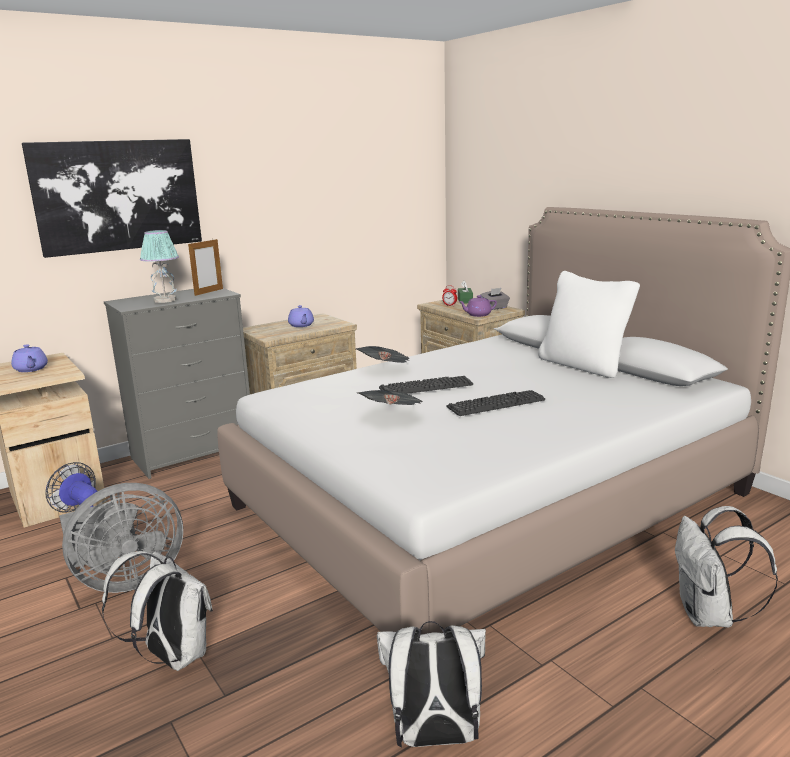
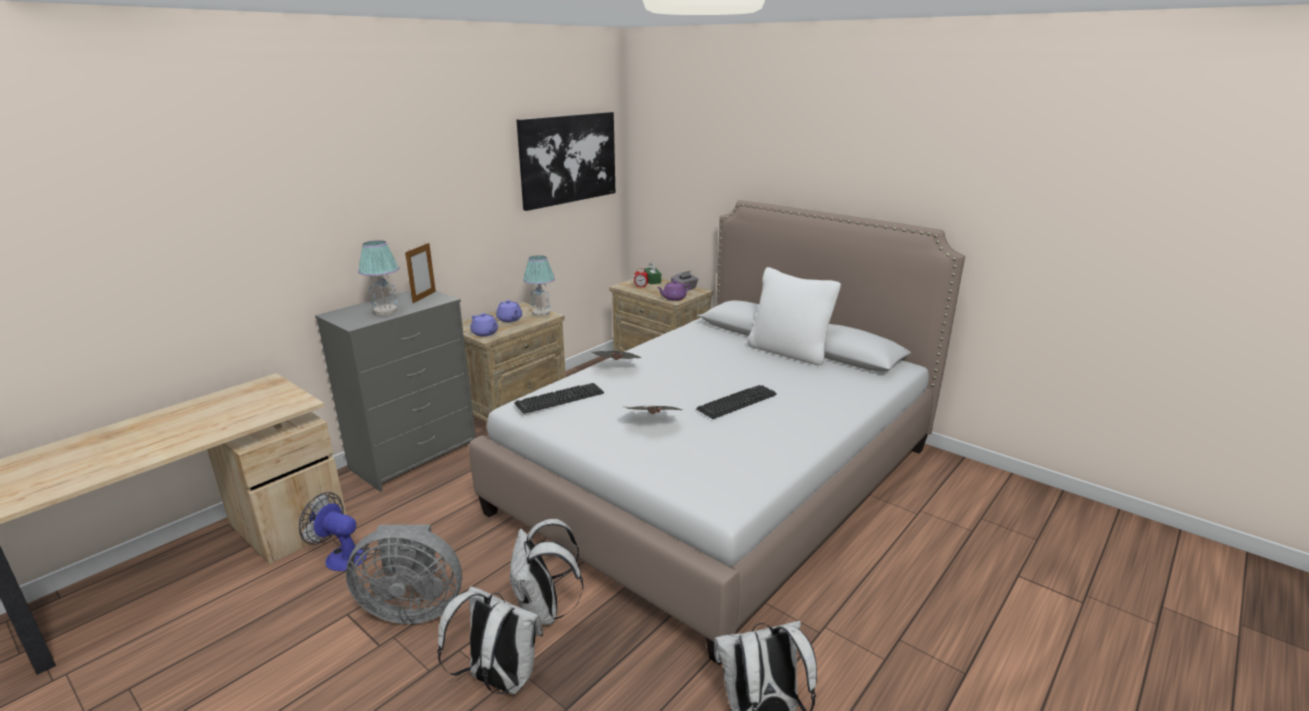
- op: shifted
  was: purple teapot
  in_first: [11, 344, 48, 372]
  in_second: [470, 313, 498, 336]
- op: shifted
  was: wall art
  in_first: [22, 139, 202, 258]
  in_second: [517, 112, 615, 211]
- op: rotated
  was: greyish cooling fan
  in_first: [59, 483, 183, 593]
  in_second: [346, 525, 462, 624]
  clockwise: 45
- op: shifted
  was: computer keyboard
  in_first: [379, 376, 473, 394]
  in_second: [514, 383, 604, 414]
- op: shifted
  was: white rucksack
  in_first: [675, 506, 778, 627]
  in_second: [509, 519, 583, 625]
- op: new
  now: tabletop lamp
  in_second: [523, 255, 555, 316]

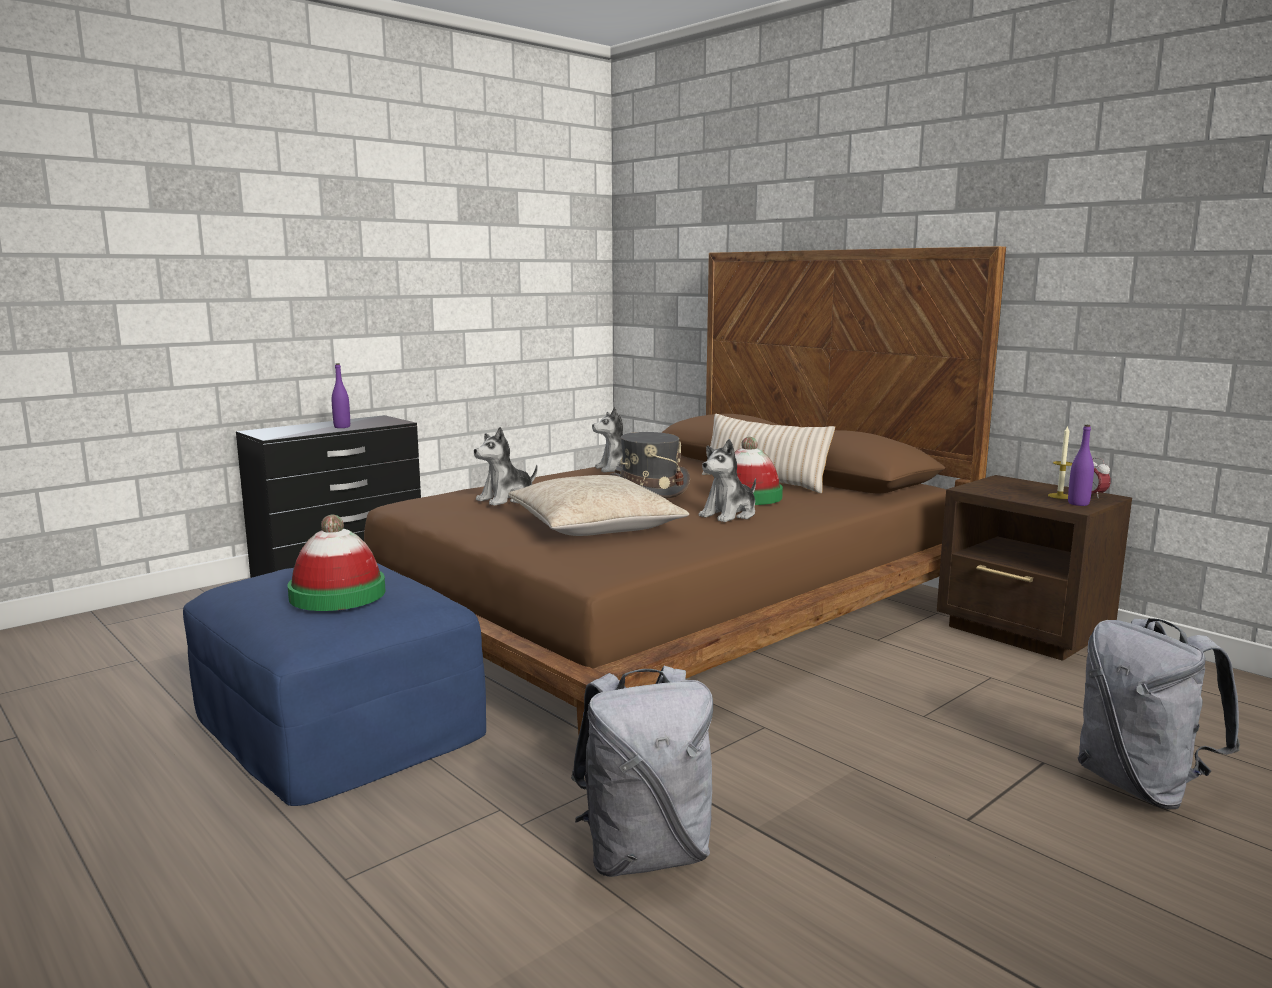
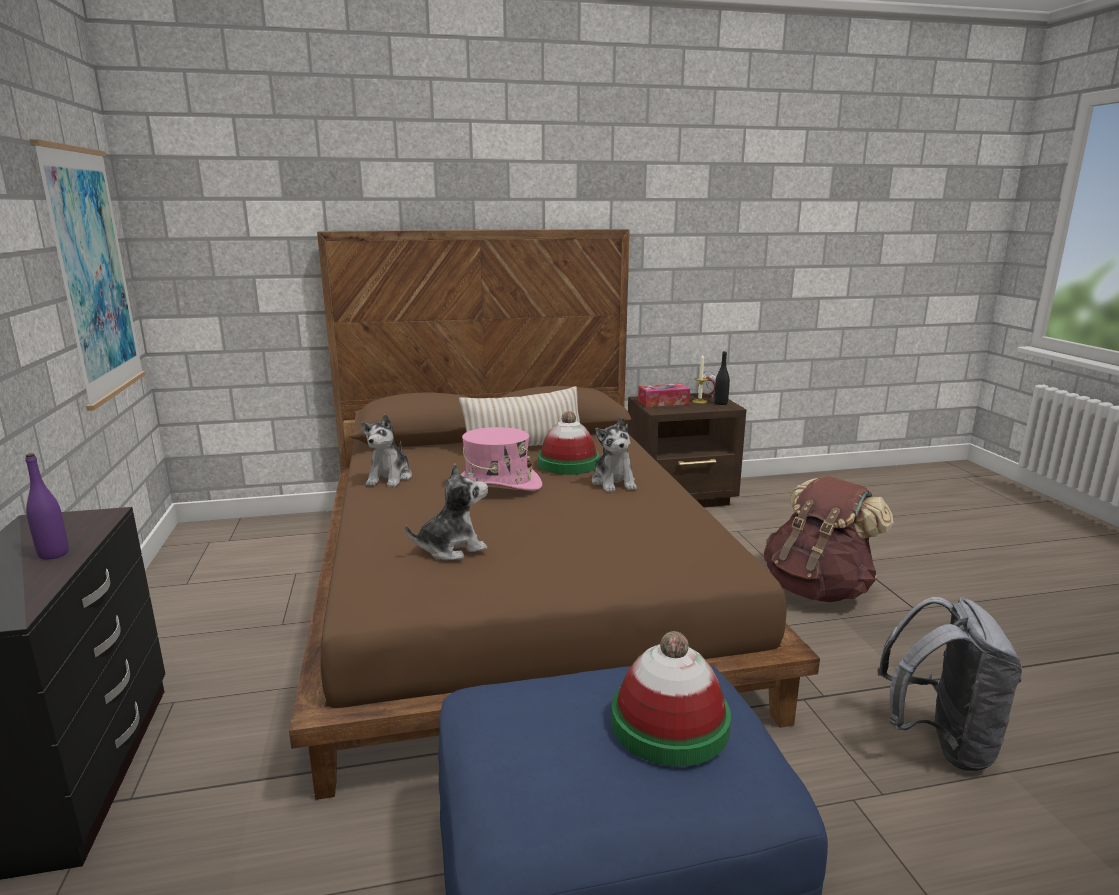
- op: rotated
  was: soft toy
  in_first: [474, 427, 538, 506]
  in_second: [405, 463, 488, 560]
  clockwise: -105
- op: gone
  was: beige-coloured throw pillow
  in_first: [508, 475, 689, 536]
- op: repainted
  was: greyish wearable hat
  now: pink-coloured wearable hat
  in_first: [610, 432, 690, 498]
  in_second: [461, 427, 542, 491]
- op: repainted
  was: purple drink bottle
  now: blackish drink bottle
  in_first: [1068, 425, 1094, 506]
  in_second: [714, 351, 730, 405]
- op: gone
  was: greyish rucksack
  in_first: [1078, 618, 1240, 809]
- op: new
  now: wall art
  in_second: [30, 139, 146, 411]
- op: new
  now: tissue holder
  in_second: [638, 384, 690, 407]
- op: new
  now: brown rucksack
  in_second: [764, 476, 894, 602]

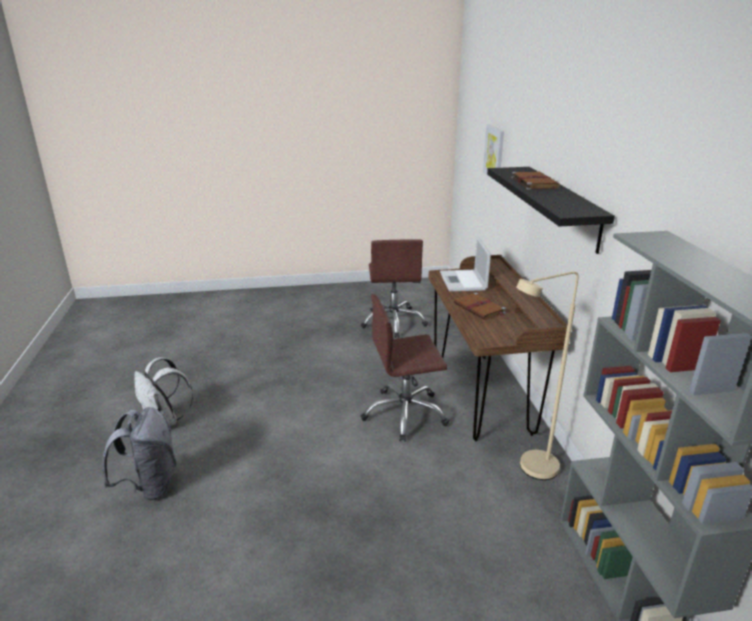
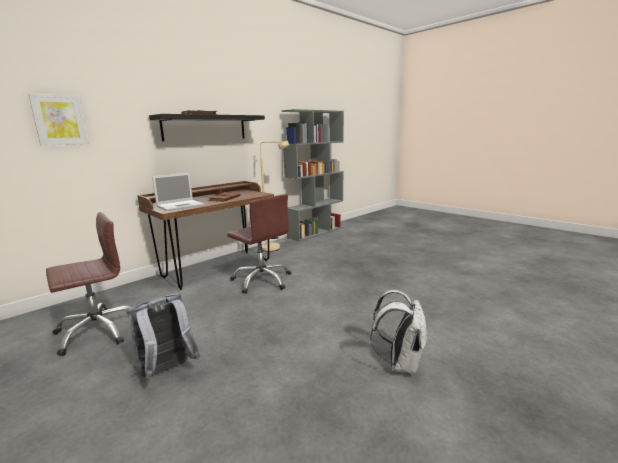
- op: shifted
  was: greyish rucksack
  in_first: [102, 407, 176, 501]
  in_second: [127, 293, 200, 379]

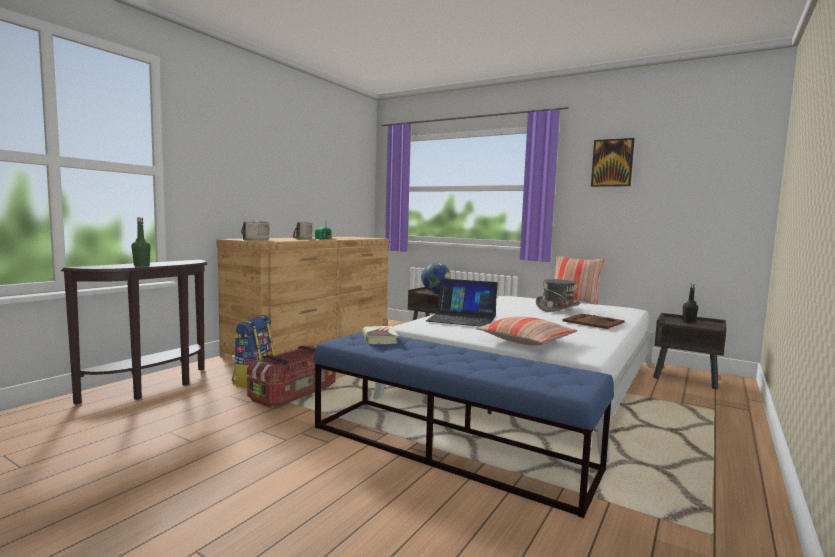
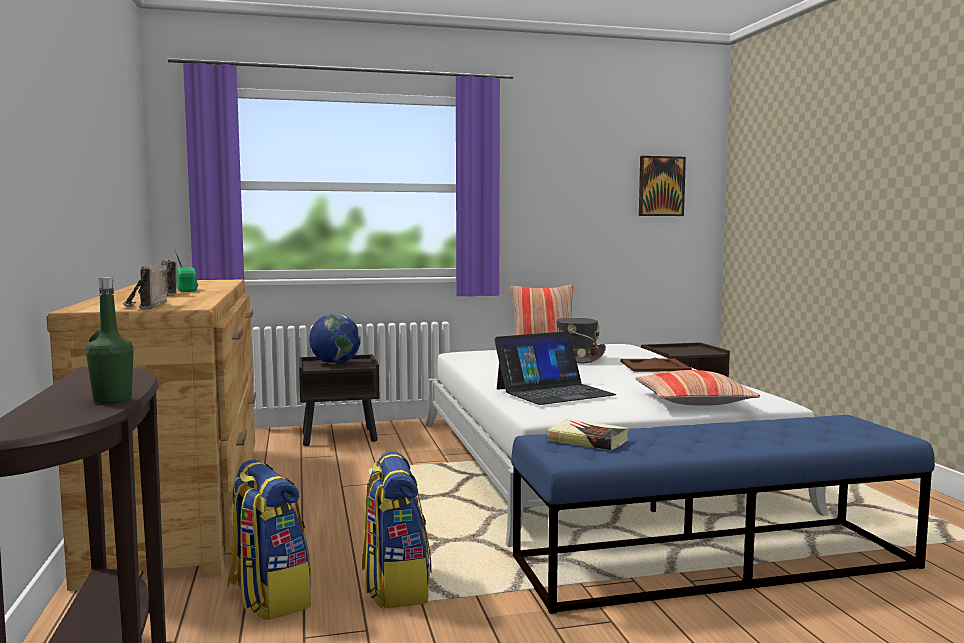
- op: swapped
  was: storage box
  now: rucksack
  in_first: [247, 346, 336, 407]
  in_second: [362, 451, 432, 608]
- op: shifted
  was: wall art
  in_first: [591, 138, 635, 187]
  in_second: [639, 156, 686, 216]
- op: gone
  was: blackish drink bottle
  in_first: [683, 284, 698, 324]

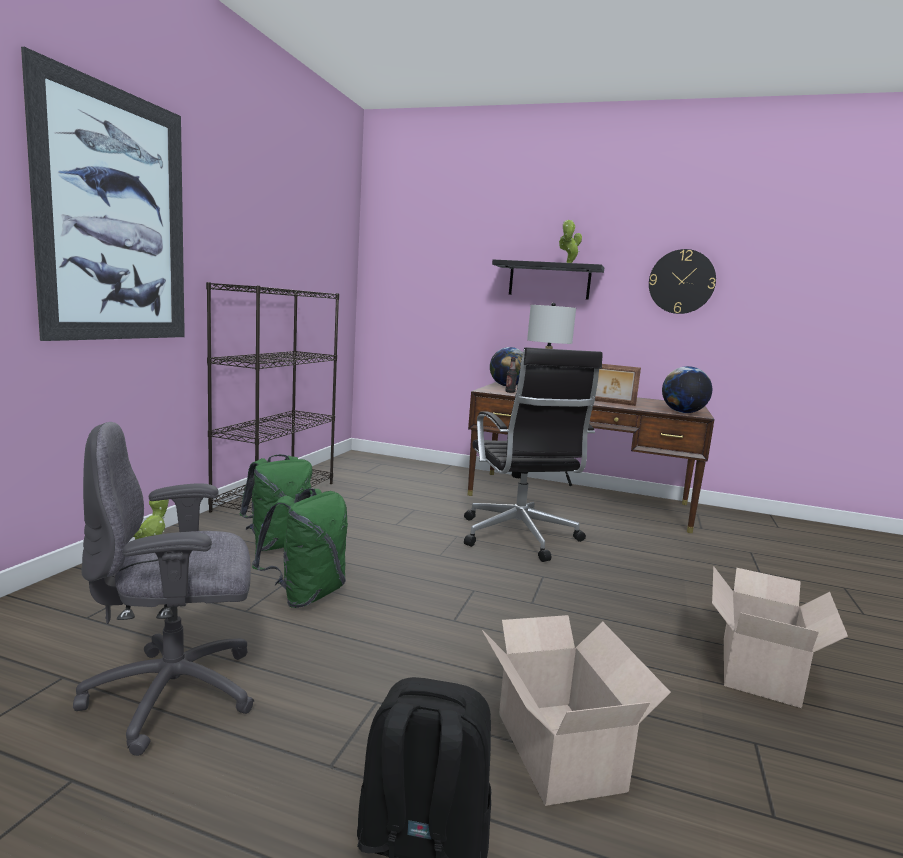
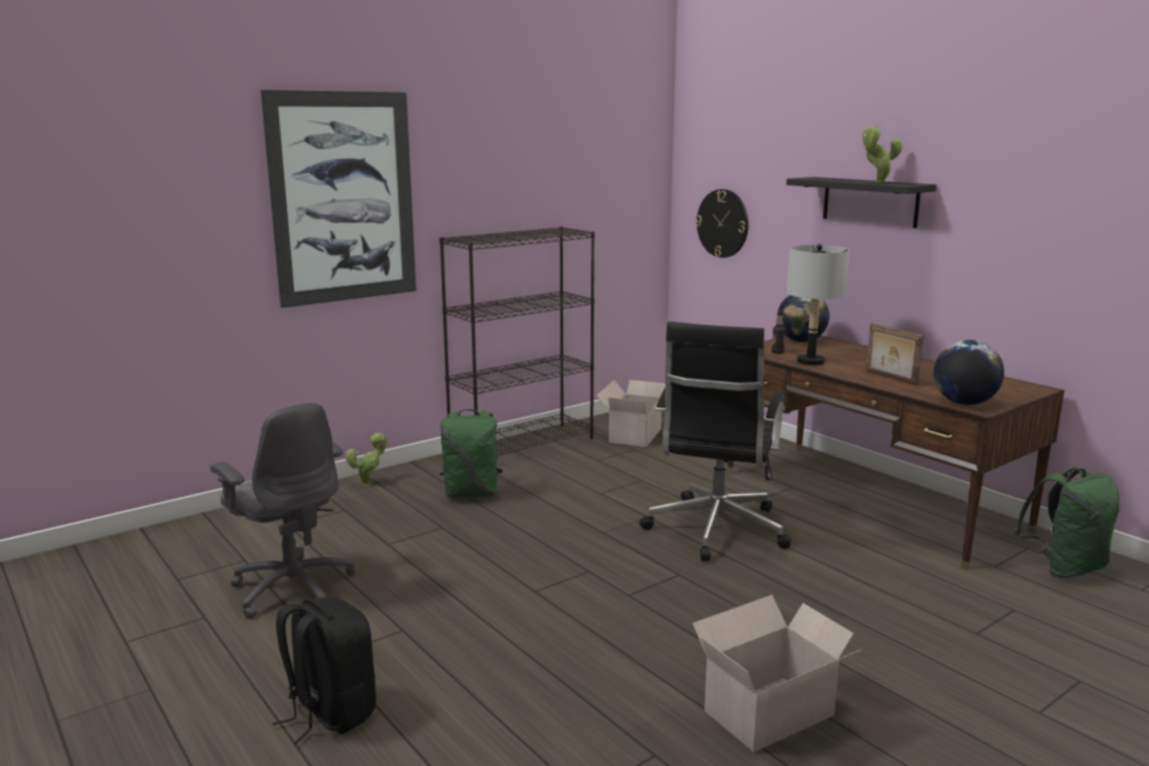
- op: rotated
  was: greyish computer chair
  in_first: [73, 422, 254, 756]
  in_second: [210, 402, 355, 619]
  clockwise: -150
- op: shifted
  was: green rucksack
  in_first: [252, 488, 348, 608]
  in_second: [1014, 467, 1120, 578]
- op: shifted
  was: cardboard box
  in_first: [482, 615, 671, 806]
  in_second: [596, 380, 664, 447]
- op: shifted
  was: wall clock
  in_first: [649, 249, 716, 314]
  in_second: [696, 189, 748, 258]

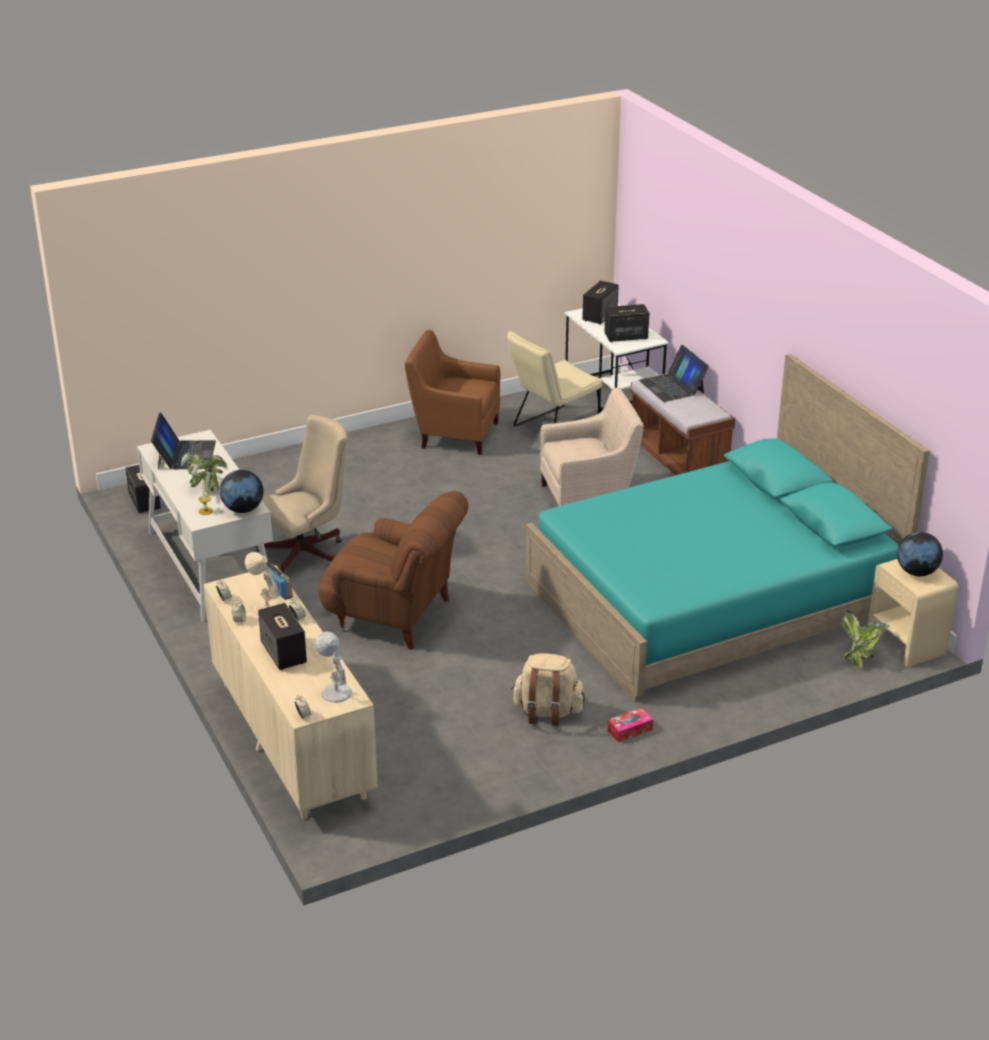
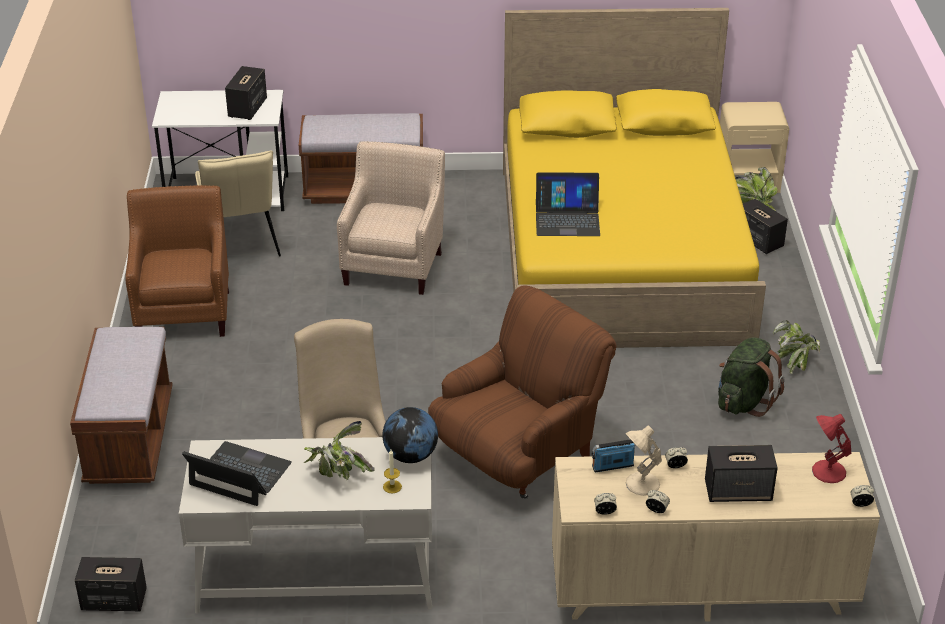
- op: repainted
  was: white tabletop lamp
  now: red tabletop lamp
  in_first: [315, 631, 352, 703]
  in_second: [812, 414, 851, 483]
- op: rotated
  was: brown lounge chair
  in_first: [405, 330, 500, 455]
  in_second: [125, 185, 229, 337]
  clockwise: 135
- op: repainted
  was: beige-coloured rucksack
  now: green rucksack
  in_first: [511, 653, 585, 726]
  in_second: [718, 337, 784, 417]
- op: repainted
  was: turquoise-coloured bedroom bed
  now: yellowish bedroom bed
  in_first: [525, 354, 929, 702]
  in_second: [503, 8, 766, 348]
- op: shifted
  was: audio speaker
  in_first: [582, 281, 619, 324]
  in_second: [743, 199, 788, 254]
- op: swapped
  was: tissue holder
  now: potted plant
  in_first: [607, 708, 653, 743]
  in_second: [774, 320, 820, 374]
- op: shifted
  was: laptop
  in_first: [639, 345, 709, 402]
  in_second: [536, 172, 600, 236]
- op: gone
  was: world globe
  in_first: [897, 532, 943, 576]
- op: new
  now: brown indoor bench
  in_second: [70, 327, 173, 484]

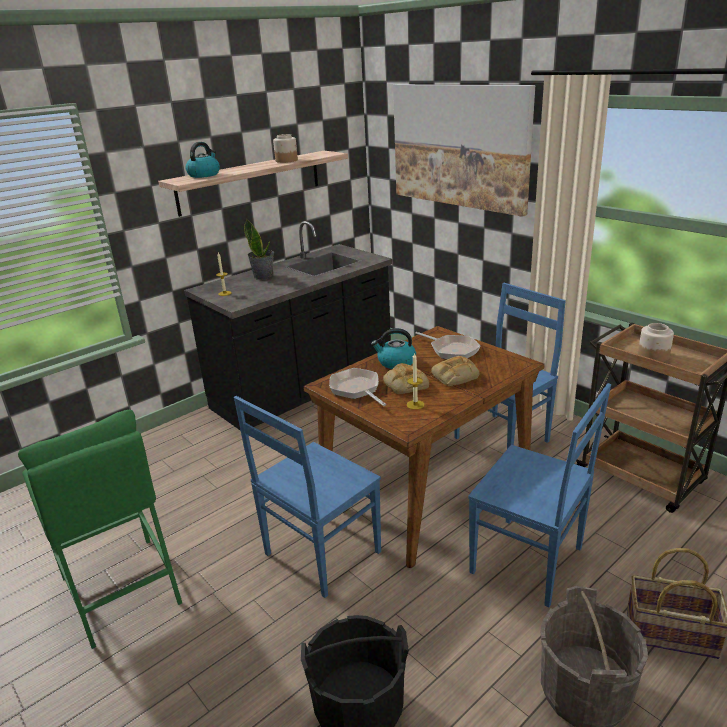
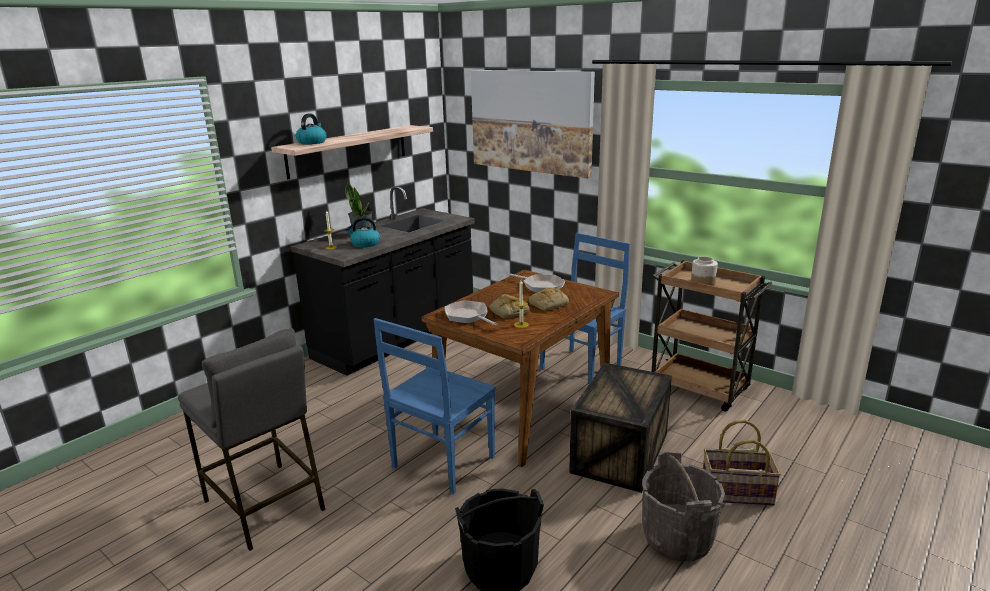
- op: repainted
  was: green stool seat
  now: greyish stool seat
  in_first: [18, 410, 182, 649]
  in_second: [178, 328, 326, 551]
- op: gone
  was: jar
  in_first: [273, 134, 298, 163]
- op: shifted
  was: kettle
  in_first: [371, 328, 416, 369]
  in_second: [345, 217, 380, 247]
- op: swapped
  was: blue plain chair
  now: crate
  in_first: [468, 383, 611, 607]
  in_second: [569, 363, 672, 493]

